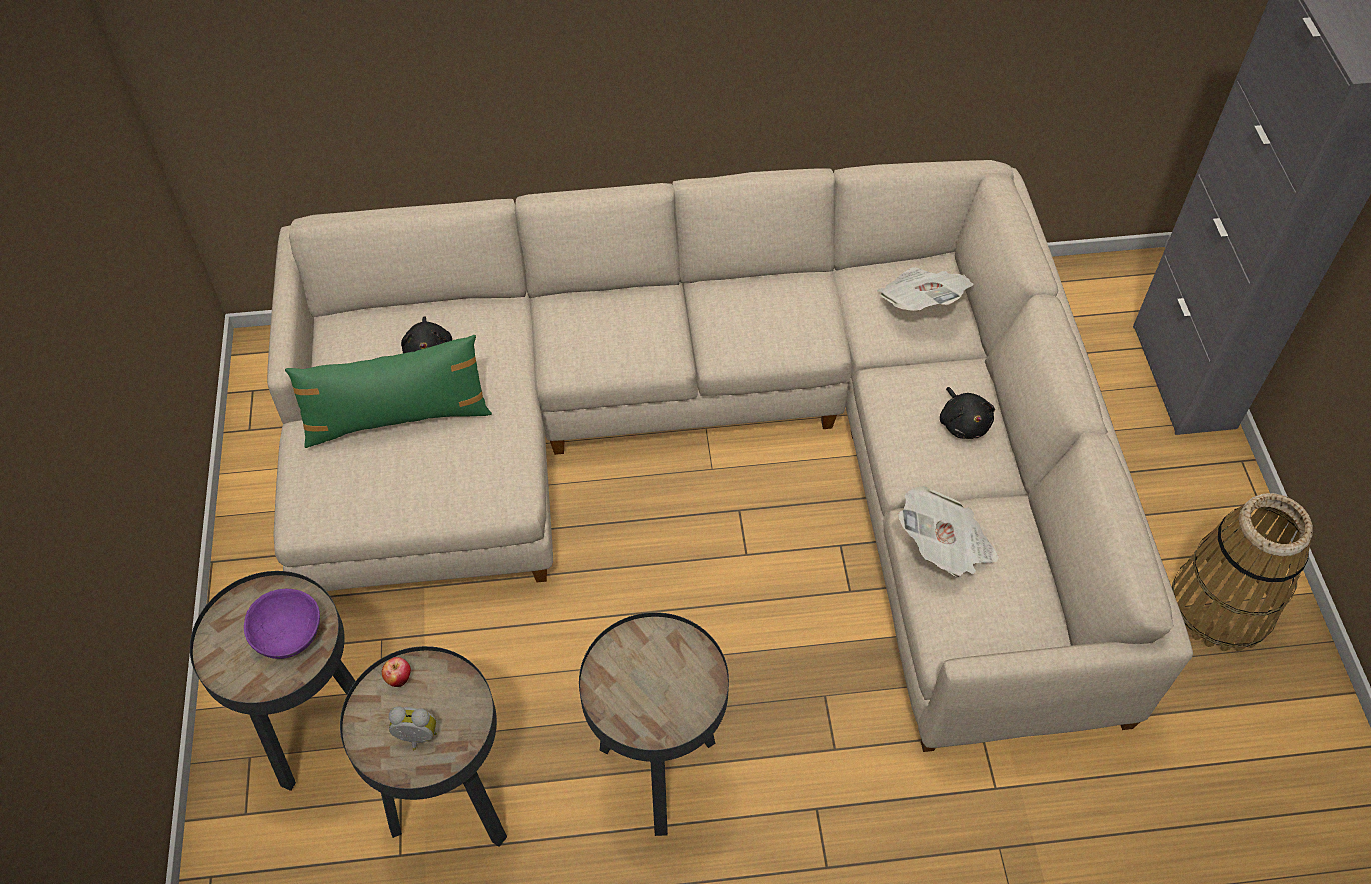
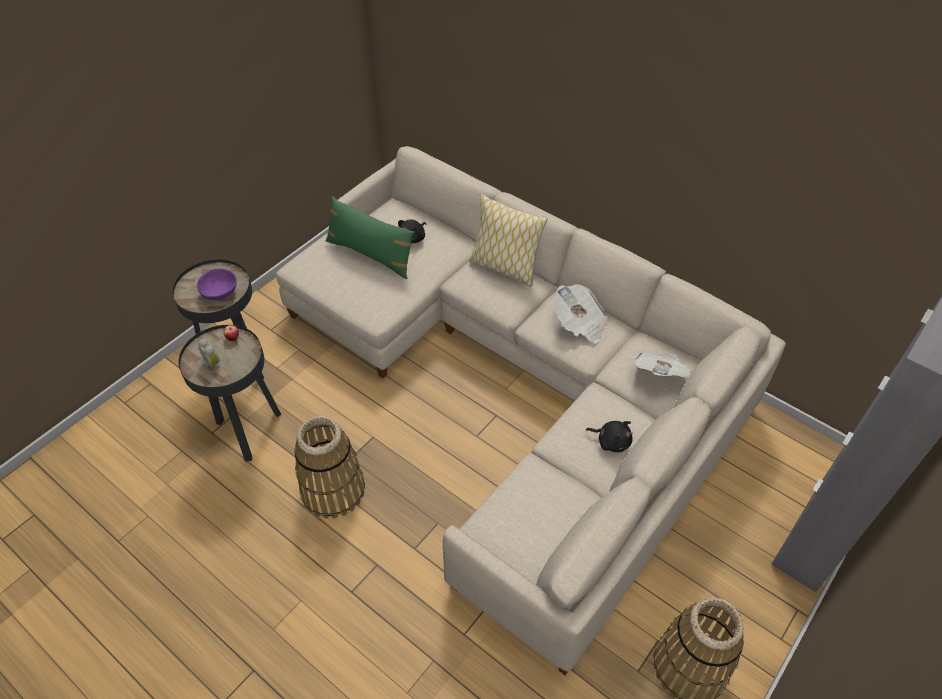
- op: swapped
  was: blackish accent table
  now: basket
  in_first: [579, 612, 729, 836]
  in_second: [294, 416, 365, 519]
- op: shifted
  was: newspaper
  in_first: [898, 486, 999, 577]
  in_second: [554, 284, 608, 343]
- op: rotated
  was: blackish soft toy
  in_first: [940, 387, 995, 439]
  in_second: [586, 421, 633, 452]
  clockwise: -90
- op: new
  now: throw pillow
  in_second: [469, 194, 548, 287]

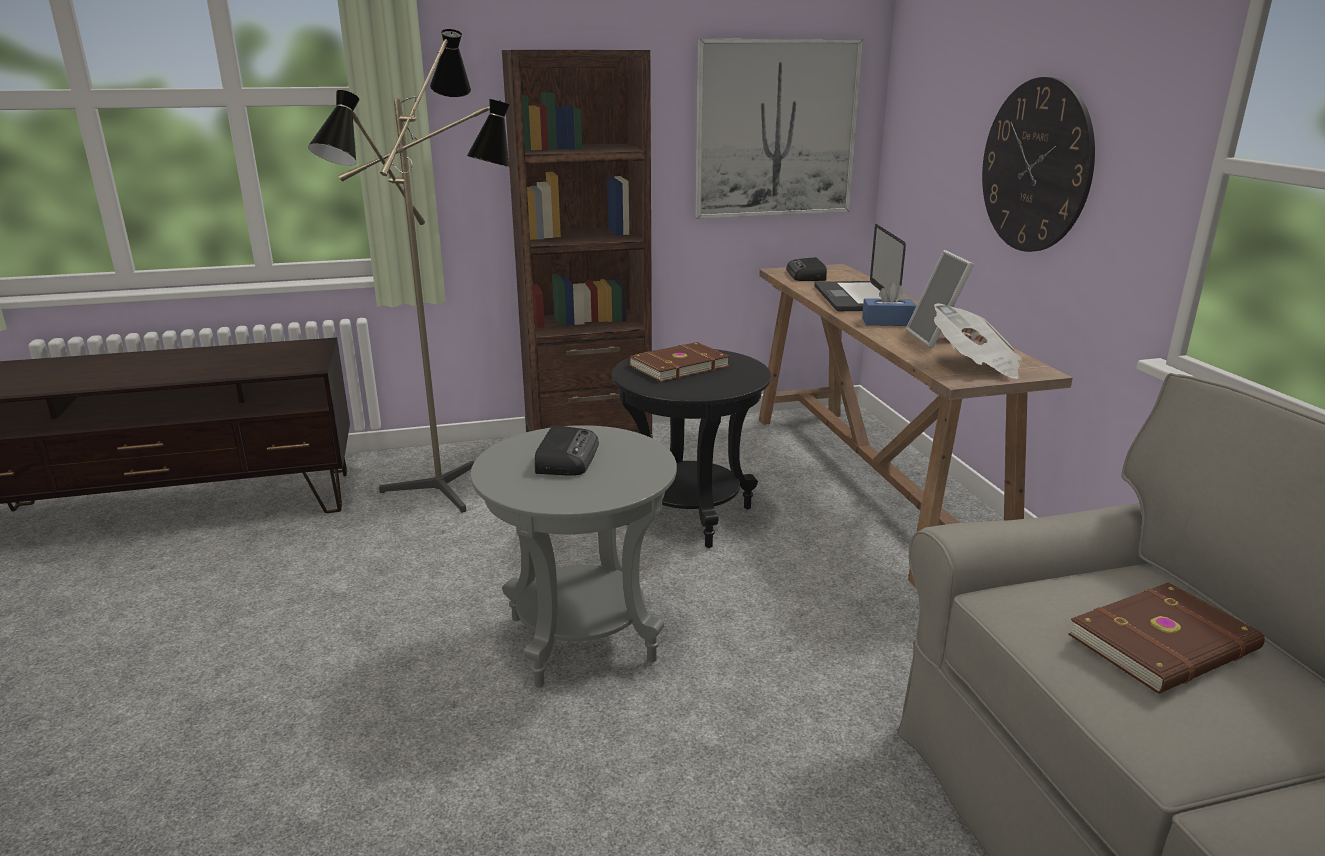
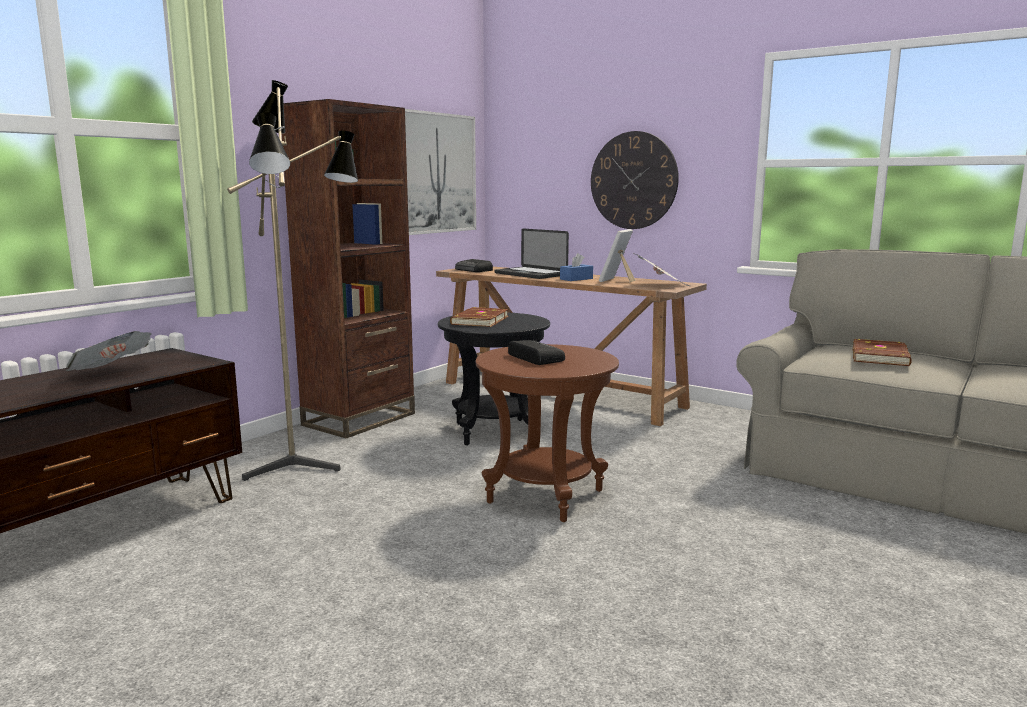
- op: repainted
  was: greyish accent table
  now: brown accent table
  in_first: [470, 425, 677, 688]
  in_second: [476, 344, 619, 522]
- op: rotated
  was: standing frame
  in_first: [906, 250, 974, 348]
  in_second: [599, 229, 636, 282]
  clockwise: 75
- op: new
  now: newspaper
  in_second: [65, 331, 152, 371]

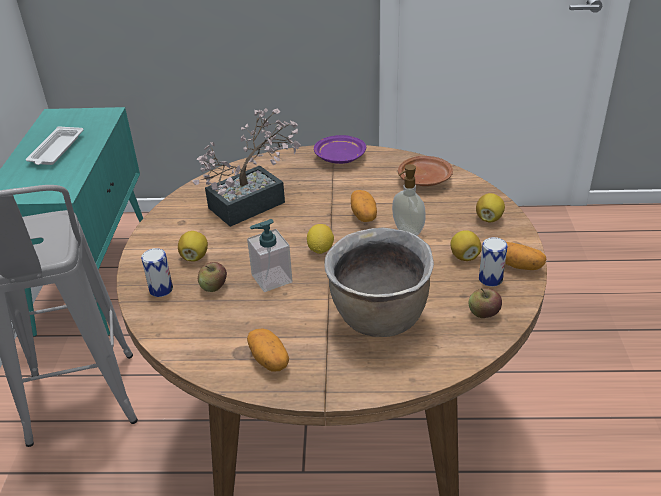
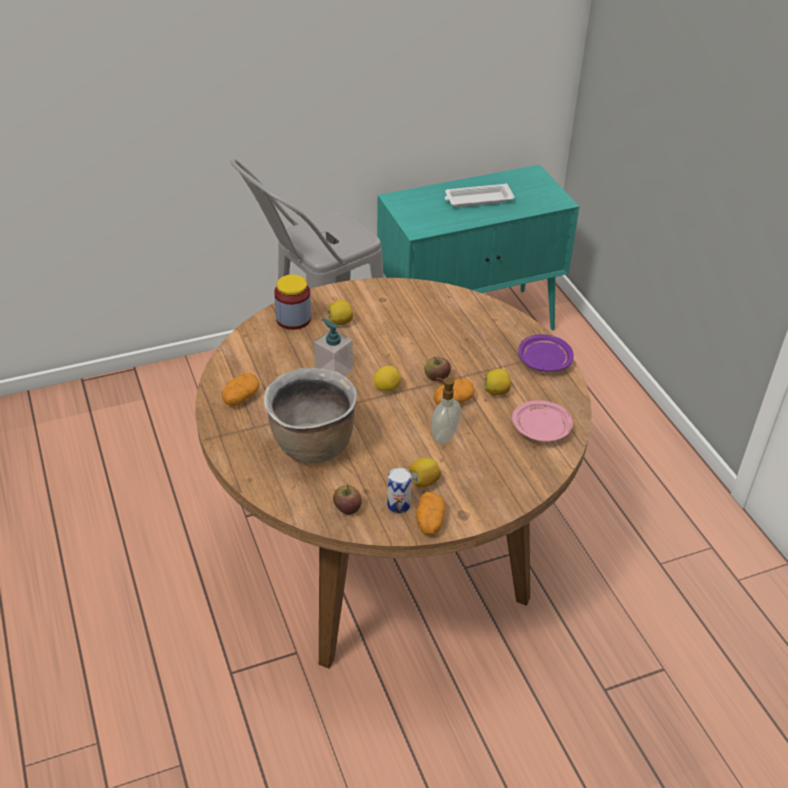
- op: swapped
  was: sealed can
  now: jar
  in_first: [141, 248, 173, 297]
  in_second: [274, 275, 311, 330]
- op: gone
  was: potted plant
  in_first: [193, 108, 302, 227]
- op: shifted
  was: whole apple
  in_first: [198, 262, 227, 292]
  in_second: [424, 356, 451, 381]
- op: repainted
  was: brown plate
  now: pink-coloured plate
  in_first: [398, 156, 453, 186]
  in_second: [512, 400, 573, 442]
- op: shifted
  was: whole lemon
  in_first: [476, 193, 505, 223]
  in_second: [483, 369, 511, 395]

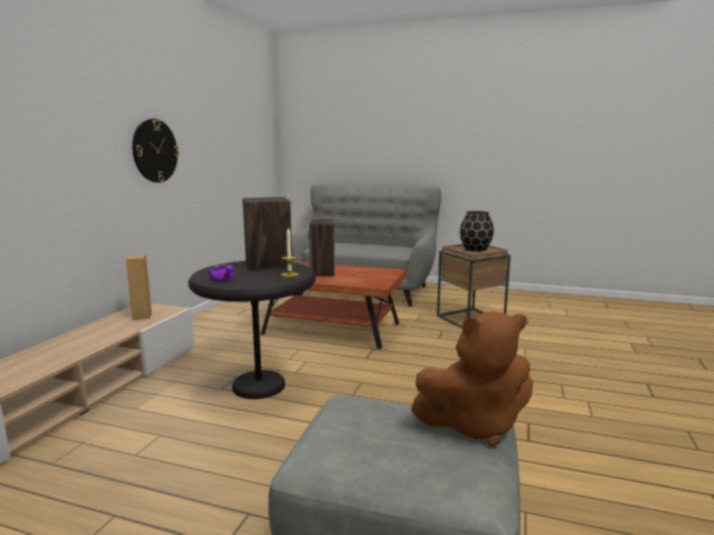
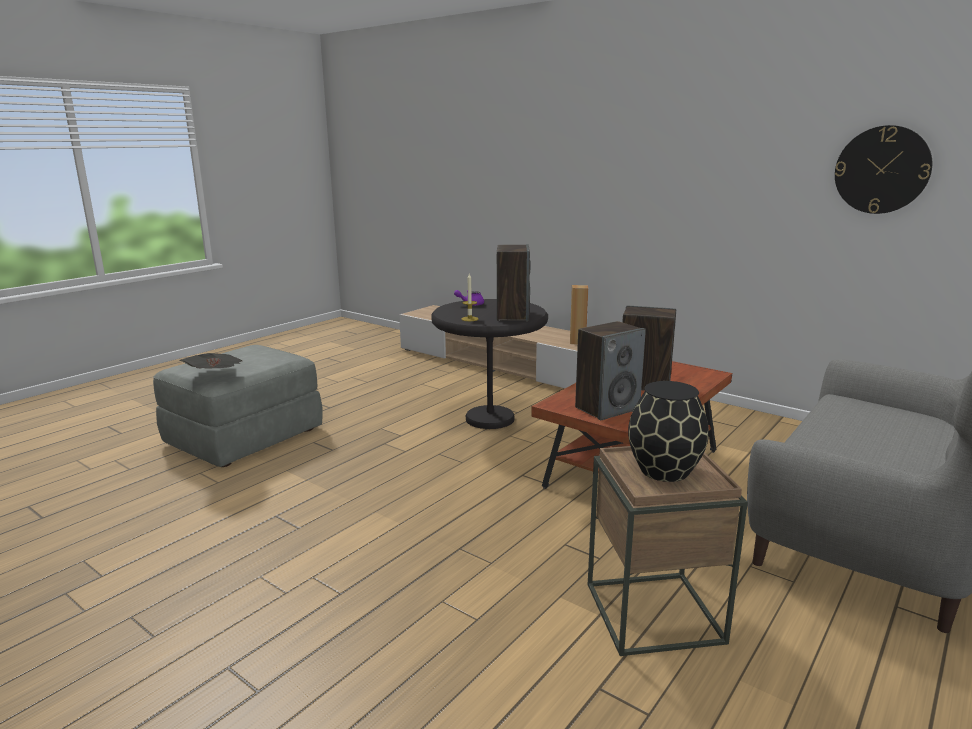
- op: shifted
  was: wall clock
  in_first: [132, 119, 179, 183]
  in_second: [835, 125, 932, 214]
- op: swapped
  was: brown soft toy
  now: newspaper
  in_first: [411, 311, 533, 447]
  in_second: [180, 353, 242, 369]
- op: new
  now: audio speaker
  in_second: [575, 321, 646, 420]

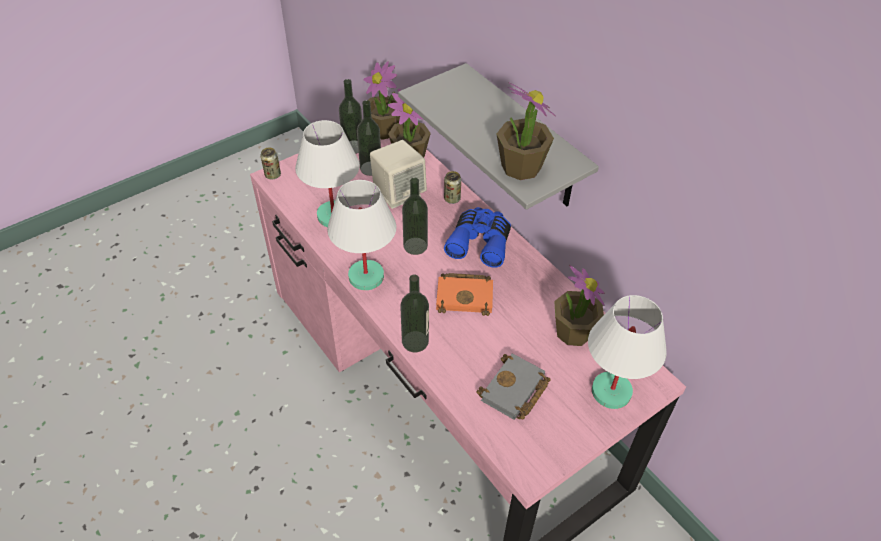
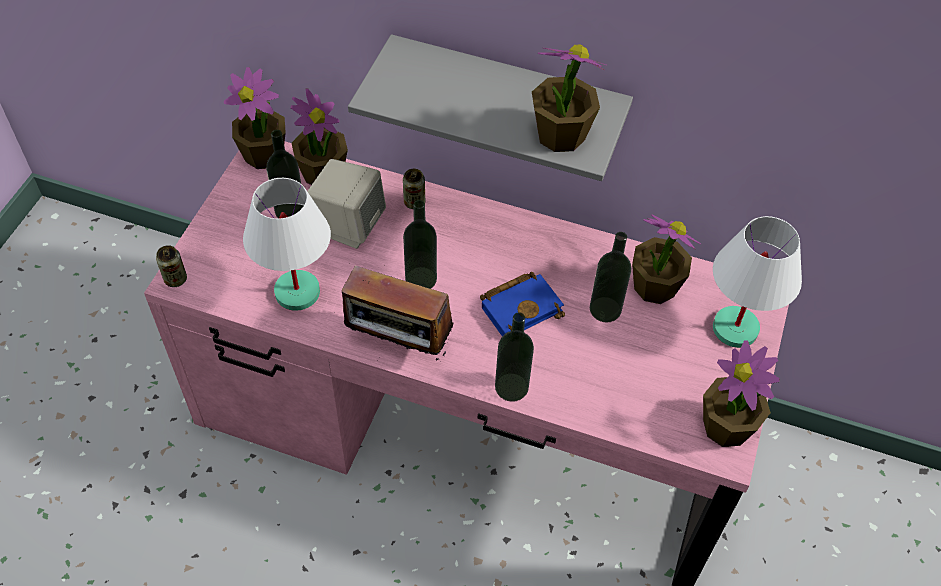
- op: swapped
  was: white tabletop lamp
  now: radio receiver
  in_first: [327, 180, 396, 290]
  in_second: [342, 266, 454, 360]
- op: shifted
  was: drink bottle
  in_first: [339, 79, 362, 154]
  in_second: [590, 232, 631, 323]
- op: repainted
  was: orangey book
  now: blue book
  in_first: [436, 273, 493, 316]
  in_second: [480, 272, 565, 336]
- op: gone
  was: blue pair of binoculars
  in_first: [444, 207, 511, 267]
- op: gone
  was: greyish book
  in_first: [476, 353, 550, 420]
- op: new
  now: potted plant
  in_second: [703, 340, 780, 447]

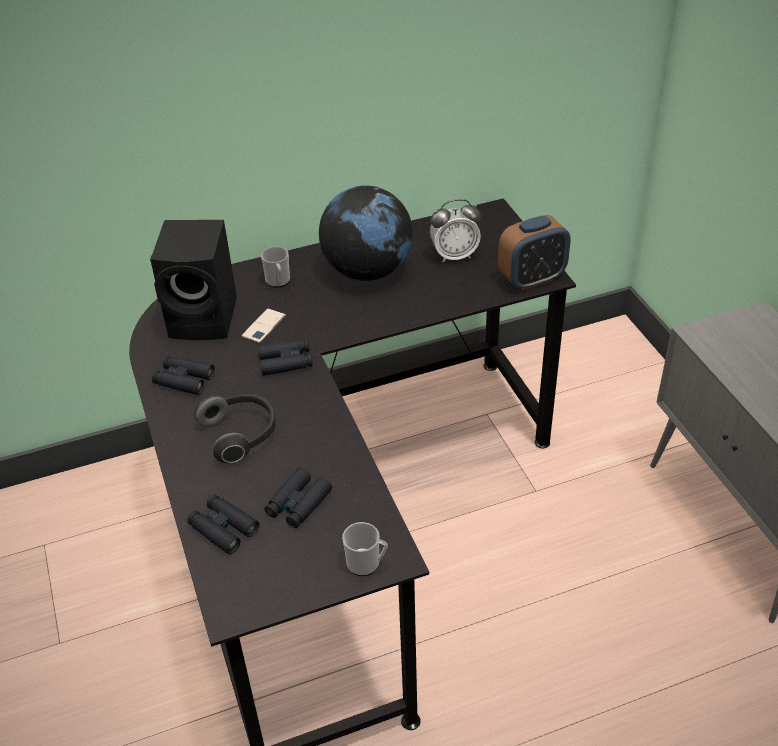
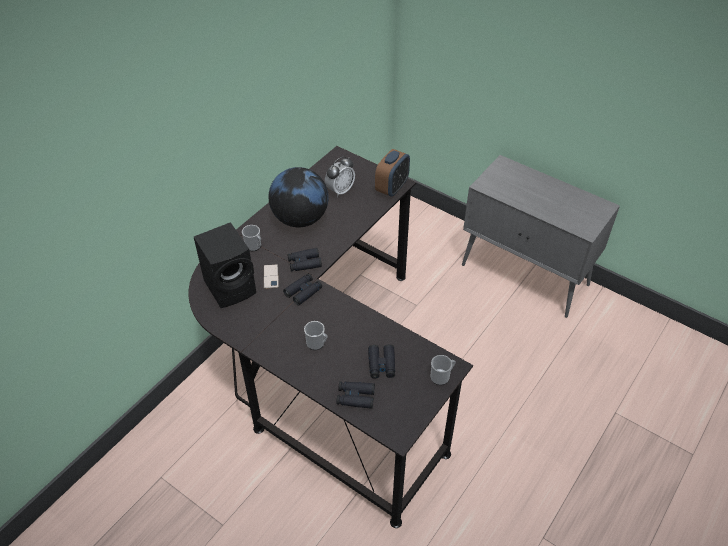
- op: shifted
  was: blackish pair of binoculars
  in_first: [152, 356, 215, 395]
  in_second: [287, 248, 322, 271]
- op: swapped
  was: headphones
  now: tea mug
  in_first: [194, 394, 276, 463]
  in_second: [304, 321, 327, 350]

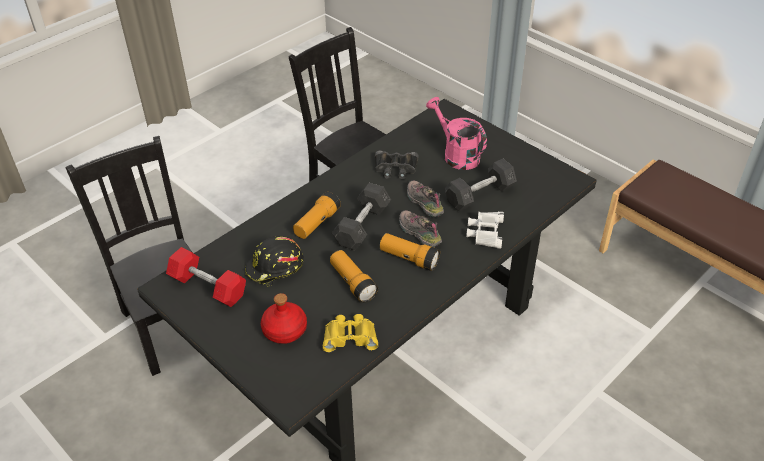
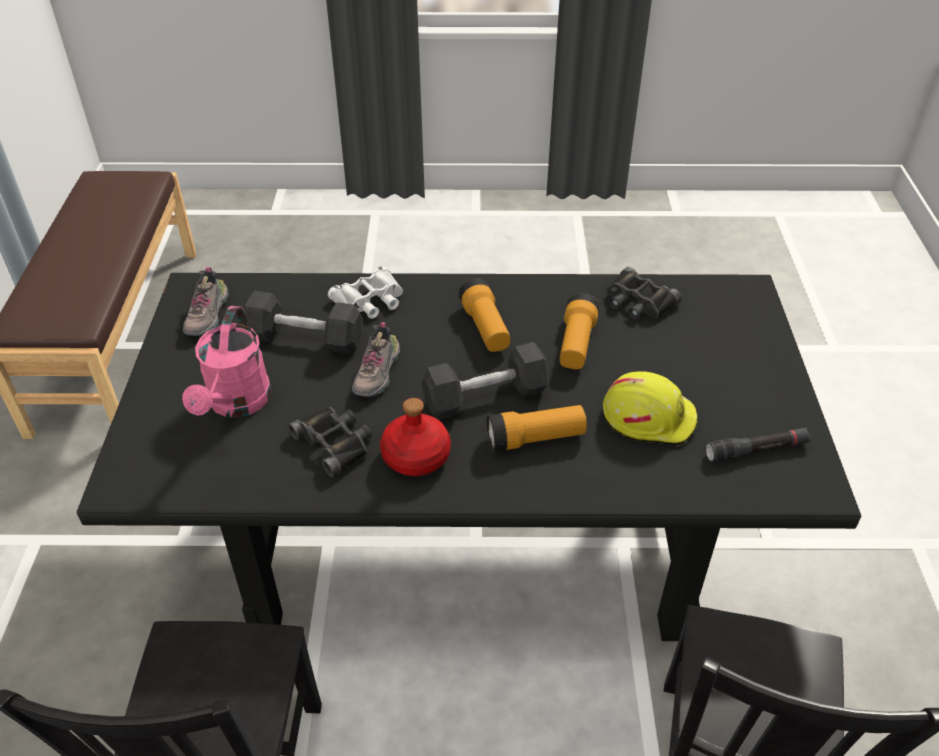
- op: swapped
  was: red hand weight
  now: blackish hand torch
  in_first: [166, 247, 246, 307]
  in_second: [705, 428, 811, 462]
- op: repainted
  was: blackish hard hat
  now: yellowish hard hat
  in_first: [245, 236, 304, 286]
  in_second: [603, 371, 698, 446]
- op: shifted
  was: red drink bottle
  in_first: [261, 293, 307, 344]
  in_second: [380, 398, 451, 477]
- op: repainted
  was: yellowish pair of binoculars
  now: blackish pair of binoculars
  in_first: [323, 314, 378, 353]
  in_second: [606, 267, 682, 319]
- op: shifted
  was: shoe
  in_first: [399, 210, 442, 247]
  in_second: [183, 267, 229, 337]

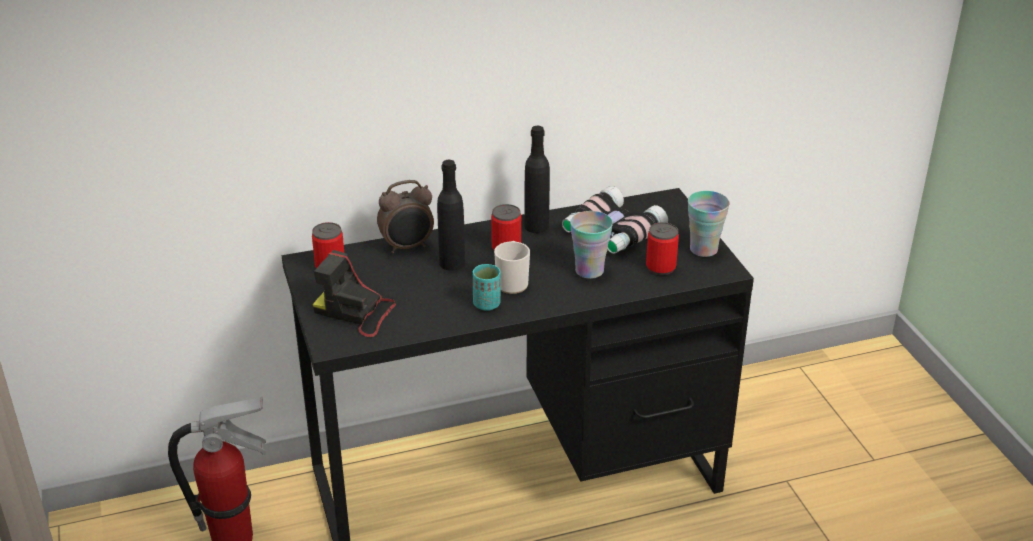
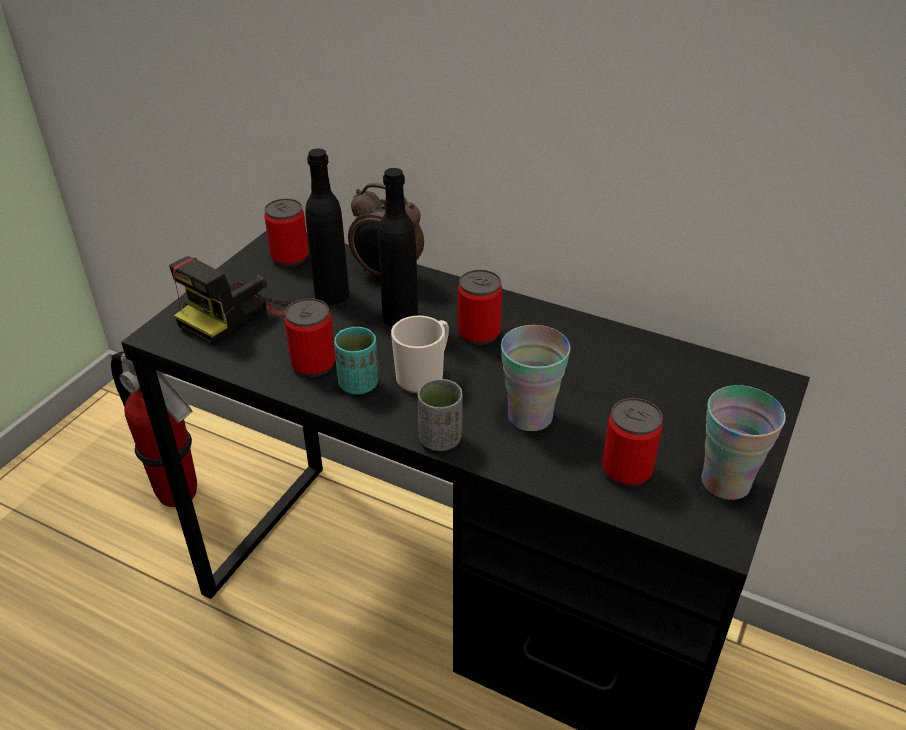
- op: rotated
  was: photo camera
  in_first: [313, 250, 396, 337]
  in_second: [169, 256, 291, 345]
  clockwise: -120
- op: shifted
  was: blackish drink bottle
  in_first: [524, 126, 550, 233]
  in_second: [305, 149, 349, 305]
- op: gone
  was: pair of binoculars
  in_first: [562, 186, 668, 254]
- op: new
  now: sealed can
  in_second: [284, 298, 336, 377]
- op: new
  now: greyish drinking cup
  in_second: [418, 379, 463, 451]

